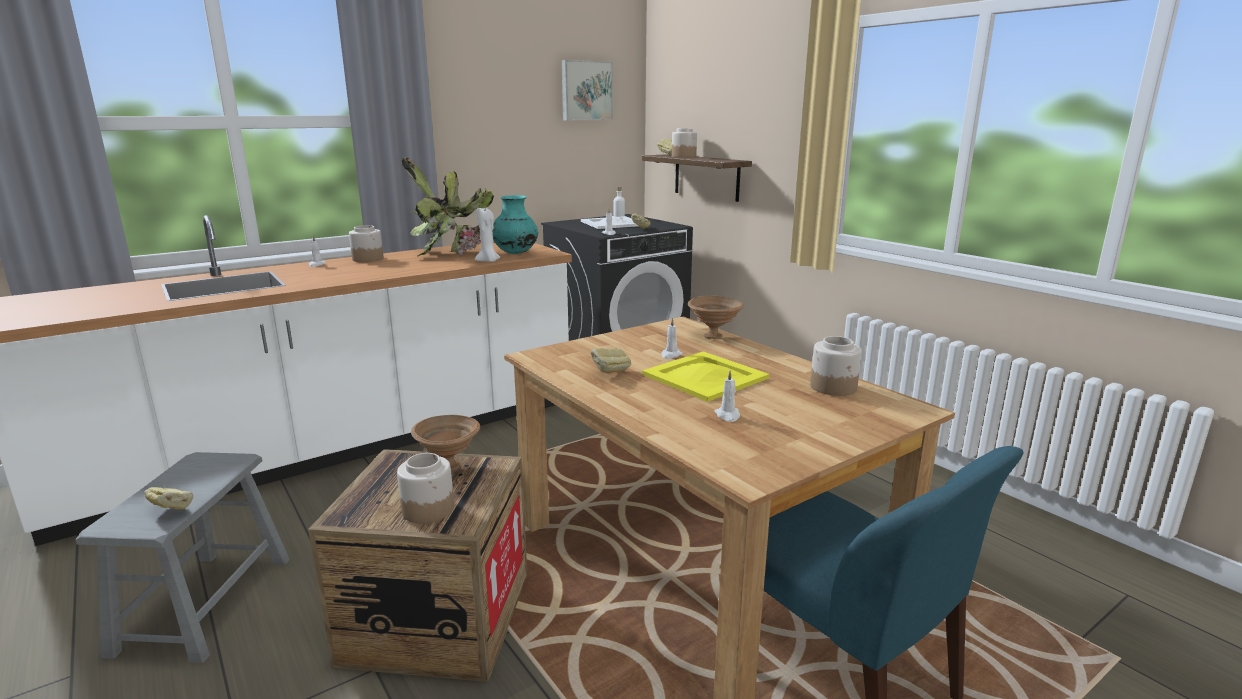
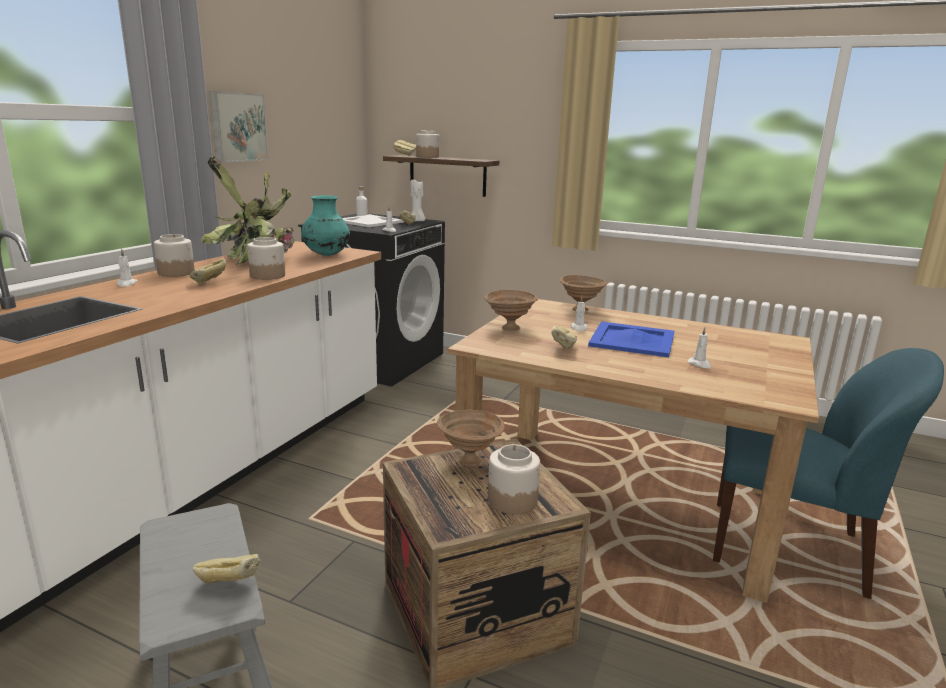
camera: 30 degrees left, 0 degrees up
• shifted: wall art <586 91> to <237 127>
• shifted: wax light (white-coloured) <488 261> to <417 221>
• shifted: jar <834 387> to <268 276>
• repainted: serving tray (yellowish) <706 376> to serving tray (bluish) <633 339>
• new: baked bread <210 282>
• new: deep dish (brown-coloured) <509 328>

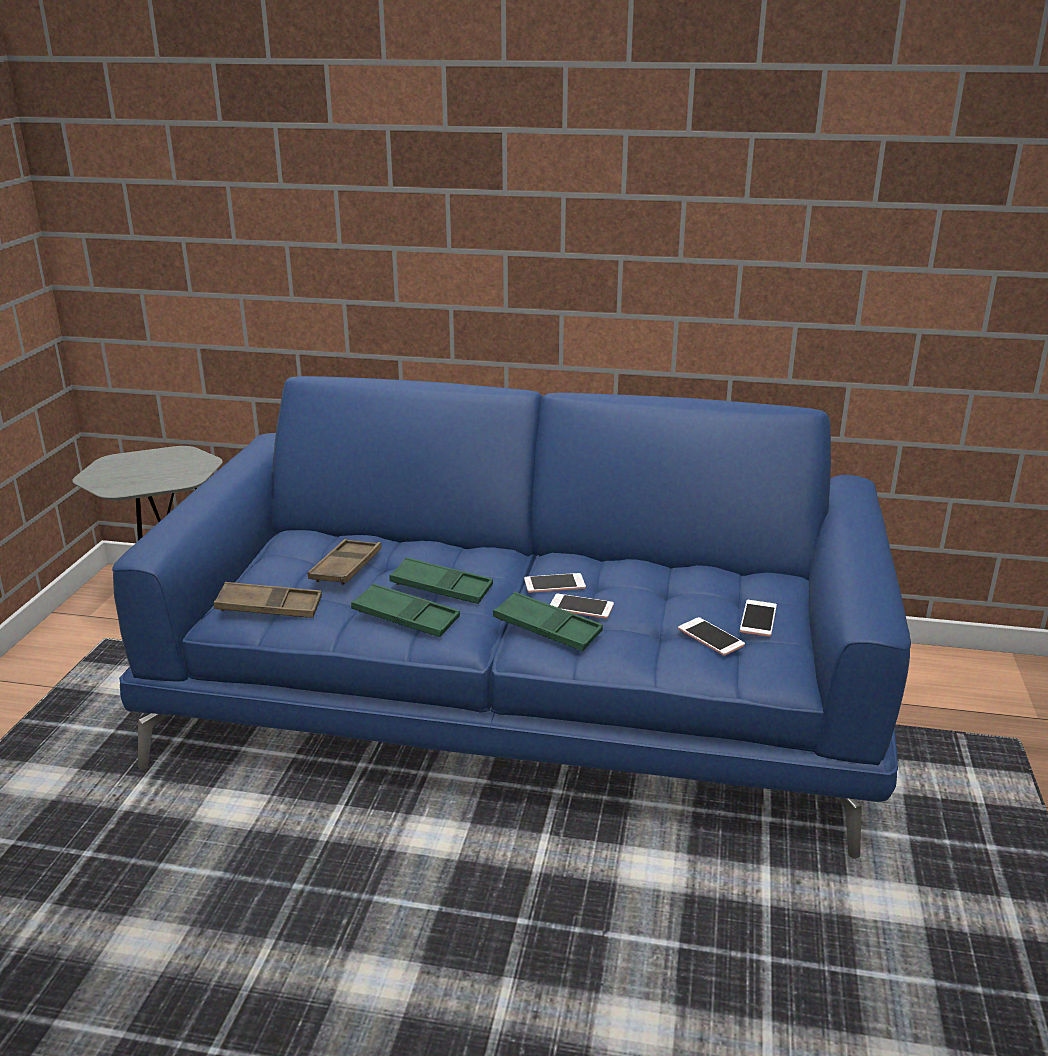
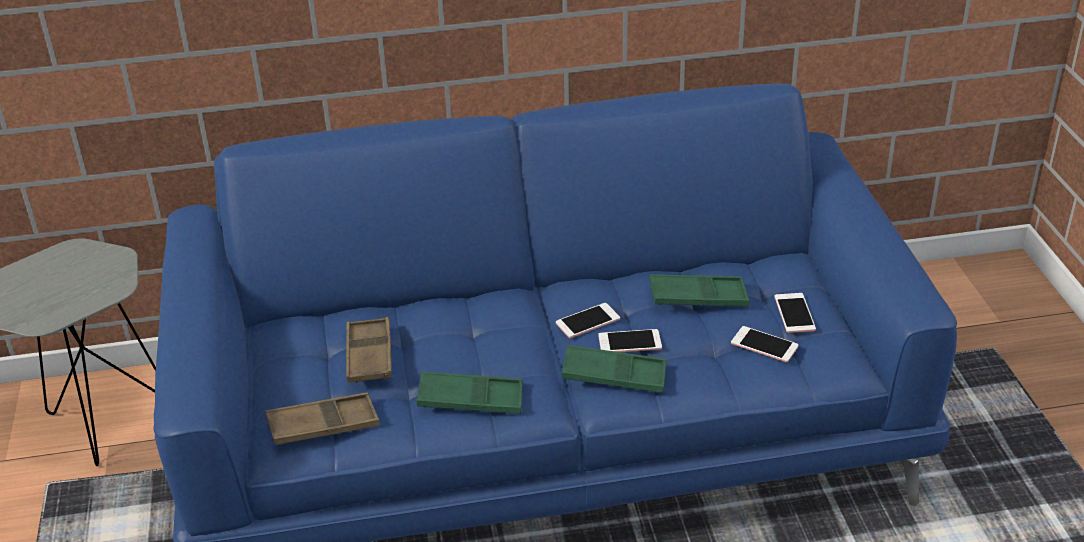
camera: 20 degrees left, 10 degrees up
• shifted: serving tray (green) <441 588> to <698 297>

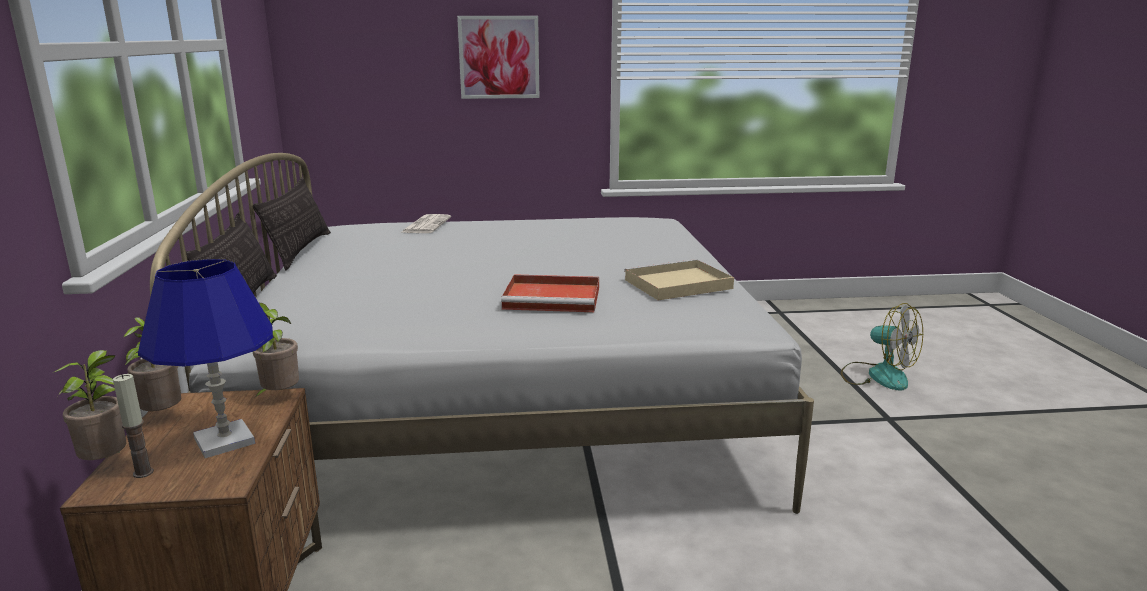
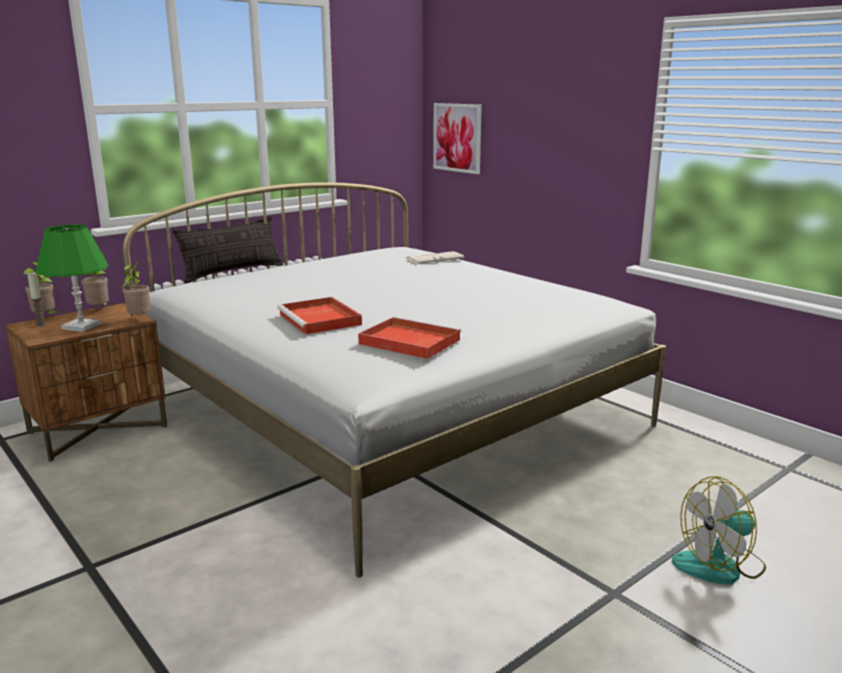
camera: 55 degrees right, 0 degrees up
• shifted: wall art <499 57> to <457 137>
• gone: throw pillow <300 250>
• repainted: lamp for a table (bluish) <225 440> to lamp for a table (green) <81 326>
• repainted: serving tray (sand-coloured) <676 284> to serving tray (reddish) <407 341>
• rotated: fan <877 375> = <719 565> 60 degrees clockwise

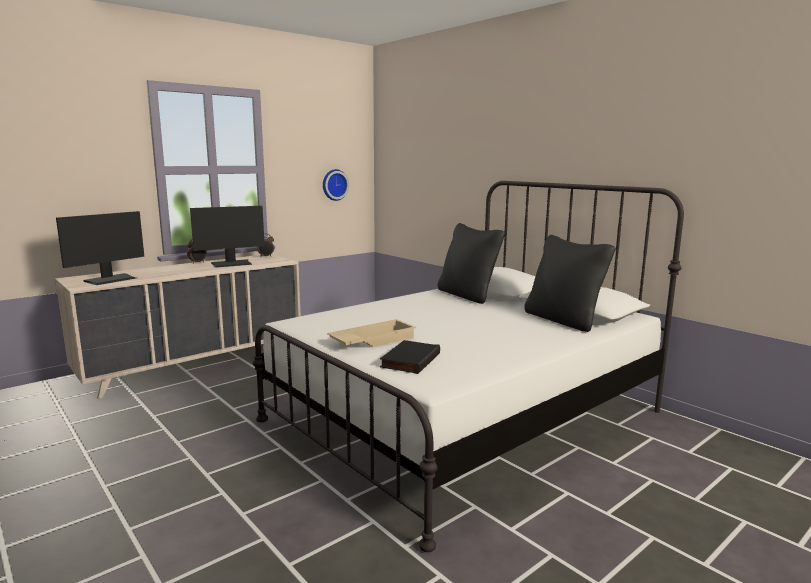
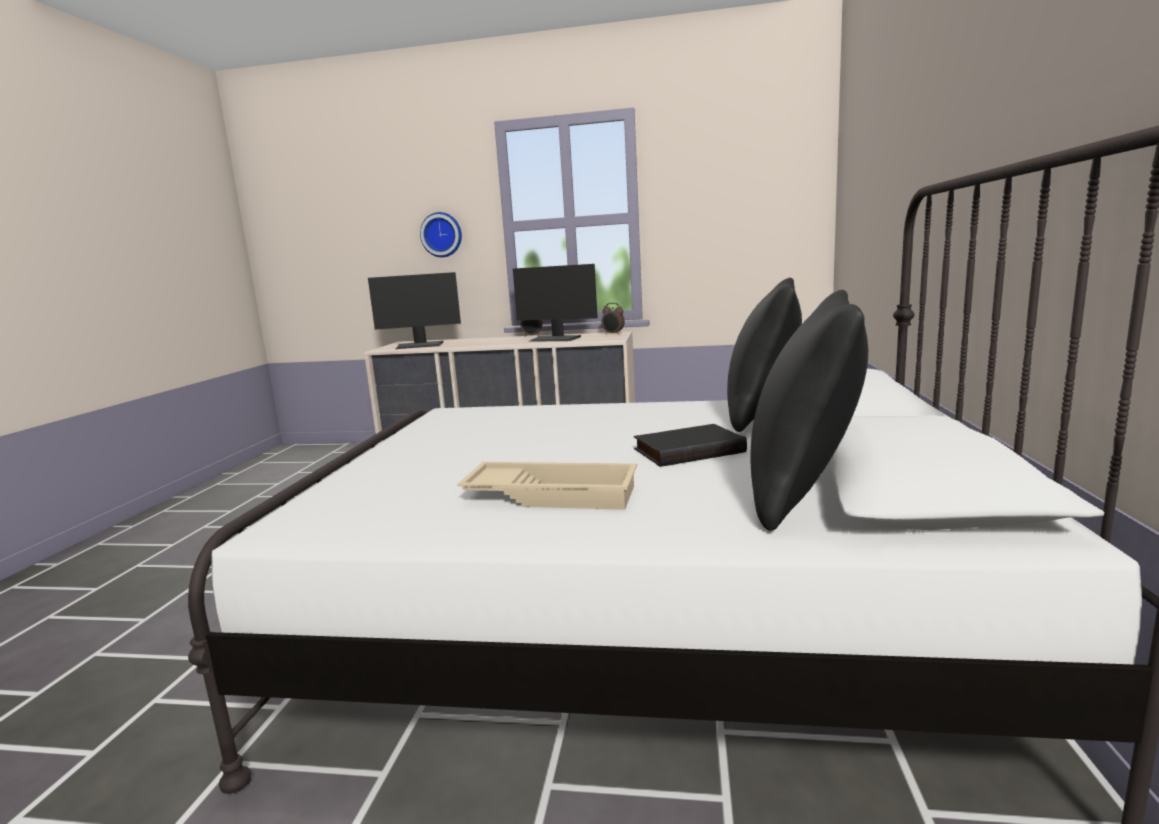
camera: 50 degrees right, 0 degrees up
• shifted: hanging clock <334 185> to <442 235>
• shifted: serving tray (sand-coloured) <372 340> to <553 494>
• shifted: book (black-coloured) <409 360> to <688 450>

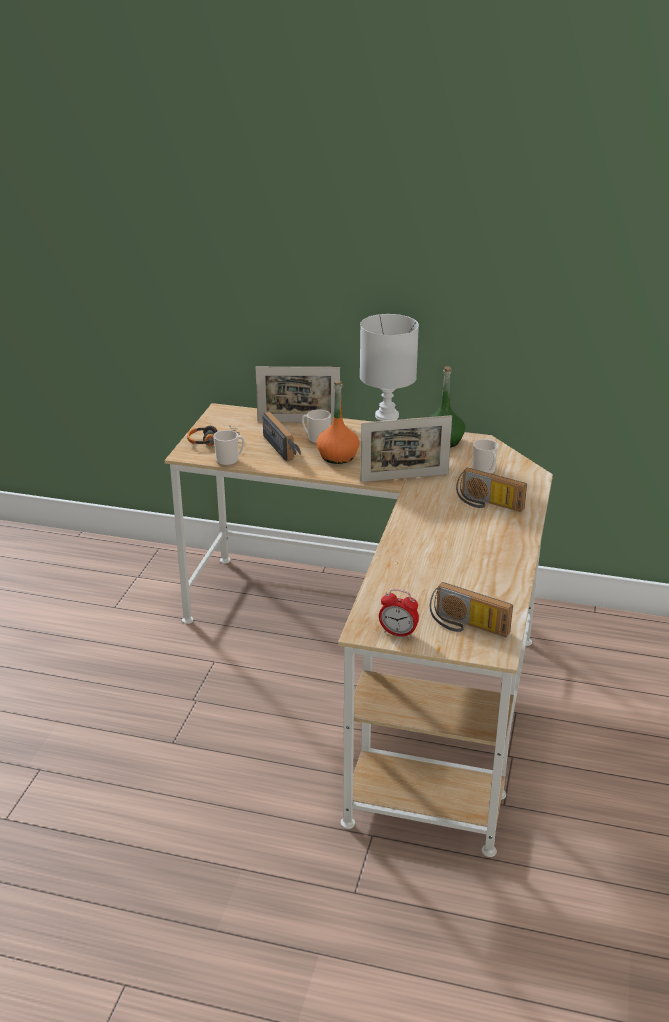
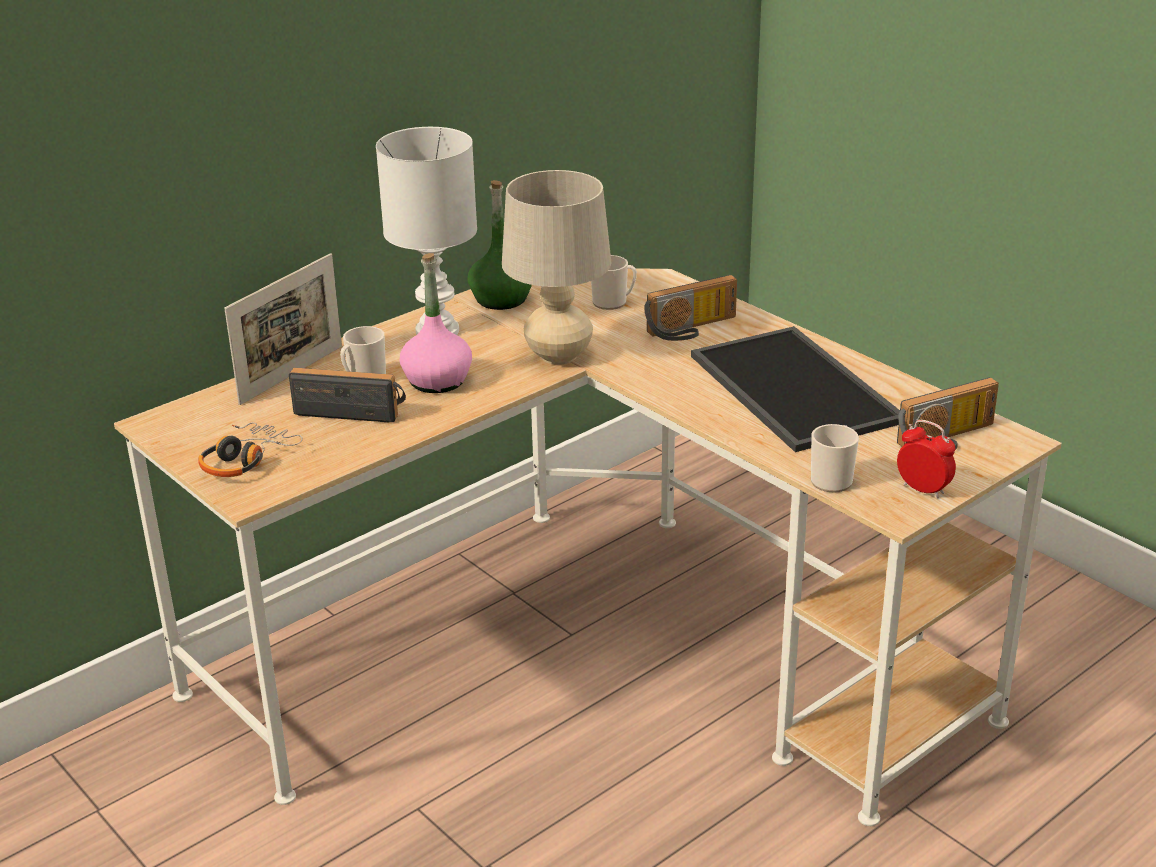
camera: 55 degrees left, 0 degrees up
• repainted: bottle (orange) <337 456> to bottle (pink-coloured) <437 381>
• swapped: standing frame <404 477> to lamp for a table (sand-coloured) <559 356>
• shifted: tea mug <230 460> to <833 479>
• rotated: alarm clock <398 633> = <923 489> 105 degrees counterclockwise
• new: serving tray <790 388>

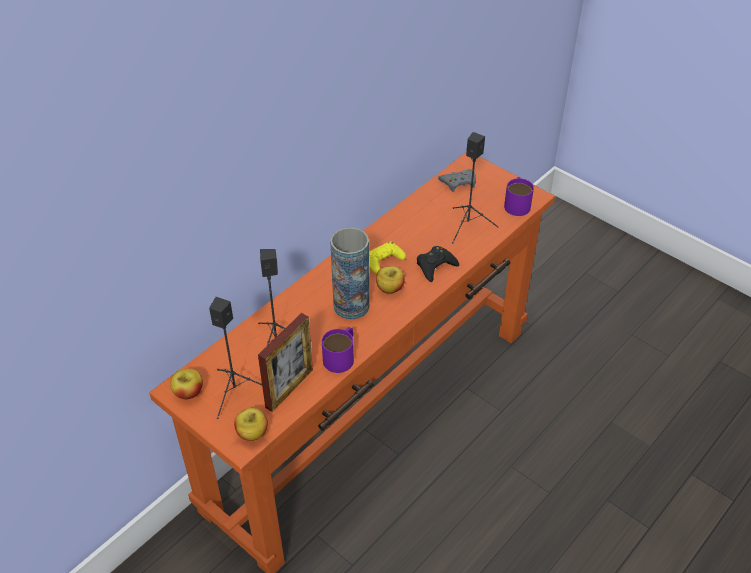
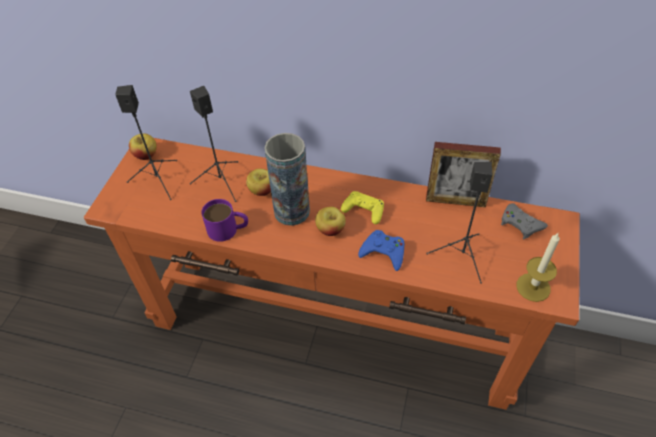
camera: 65 degrees right, 5 degrees up
• swapped: tea mug (purple-coloured) <517 203> to wax light <533 287>
• repainted: joypad (black-coloured) <435 266> to joypad (bluish) <383 252>
• shifted: standing frame <289 388> to <455 201>
• shifted: whole apple <252 433> to <262 190>

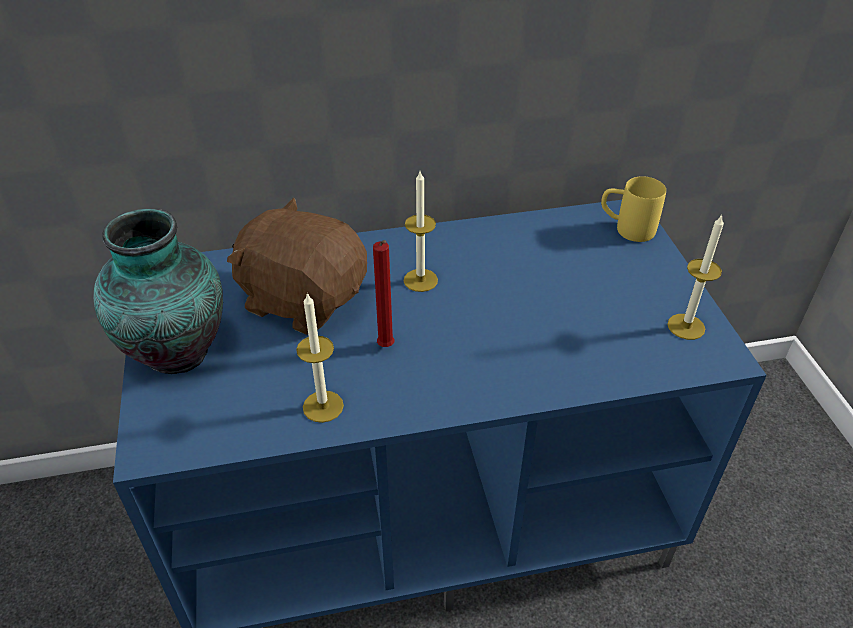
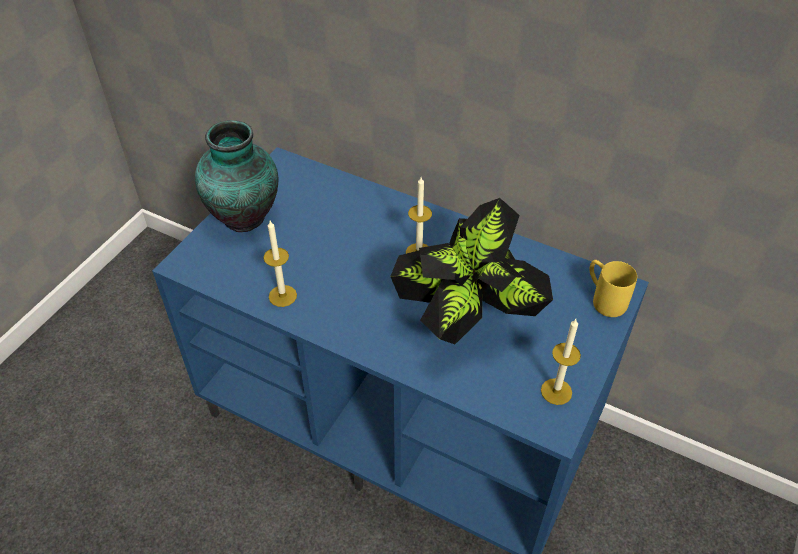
camera: 40 degrees right, 5 degrees up
• gone: soft toy (brown-coloured) <303 299>
• gone: wax light (reddish) <386 348>
• new: potted plant <468 322>

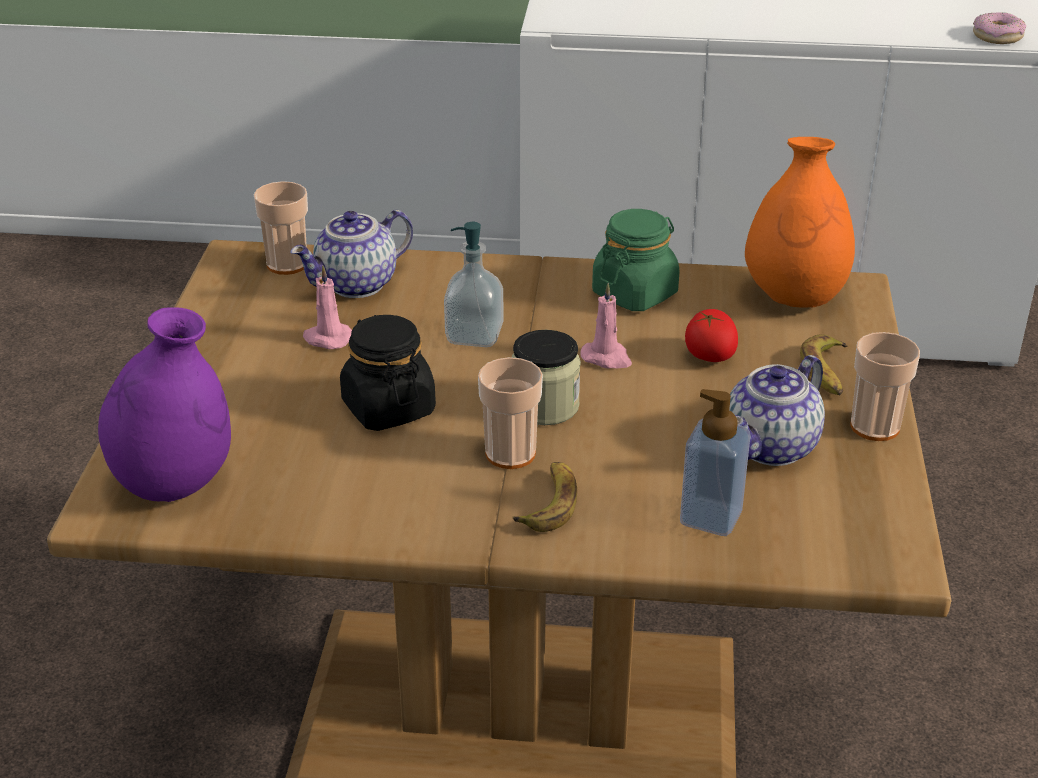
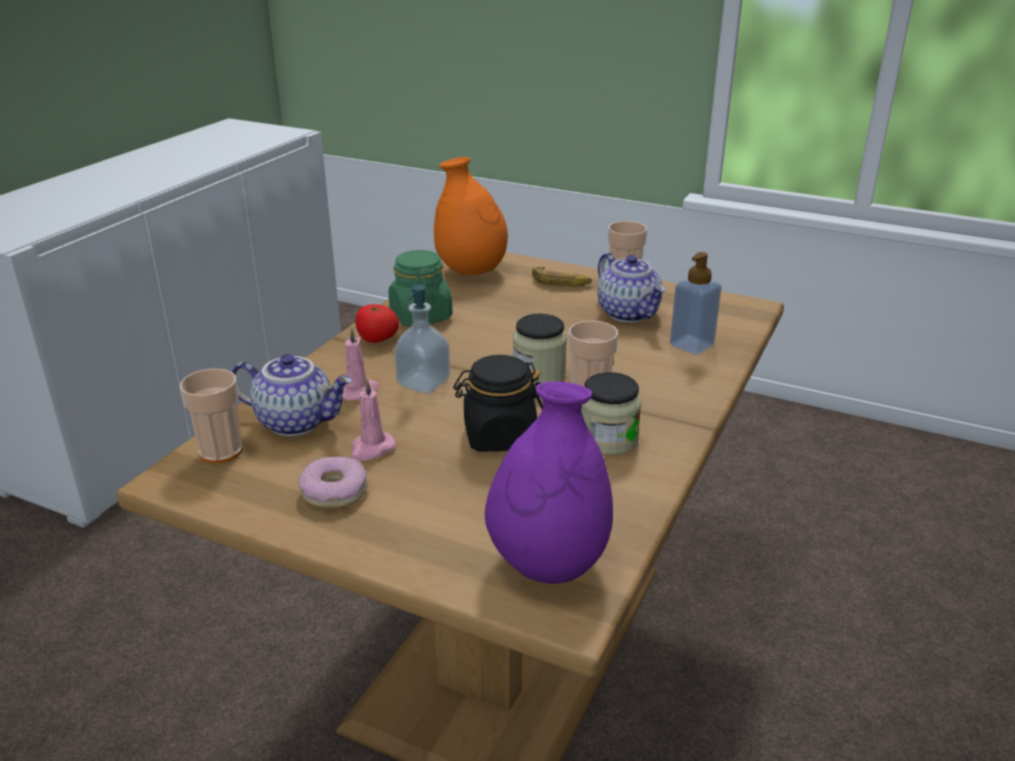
camera: 70 degrees left, 5 degrees down
• shifted: doughnut <997 36> to <335 491>
• rotated: tea pot <357 285> = <297 421> 60 degrees counterclockwise
• shifted: wax light (pink-coloured) <607 358> to <359 391>
• shifted: fresh tomato <709 356> to <377 339>
• gone: whole banana <549 503>
• new: jar <608 439>

